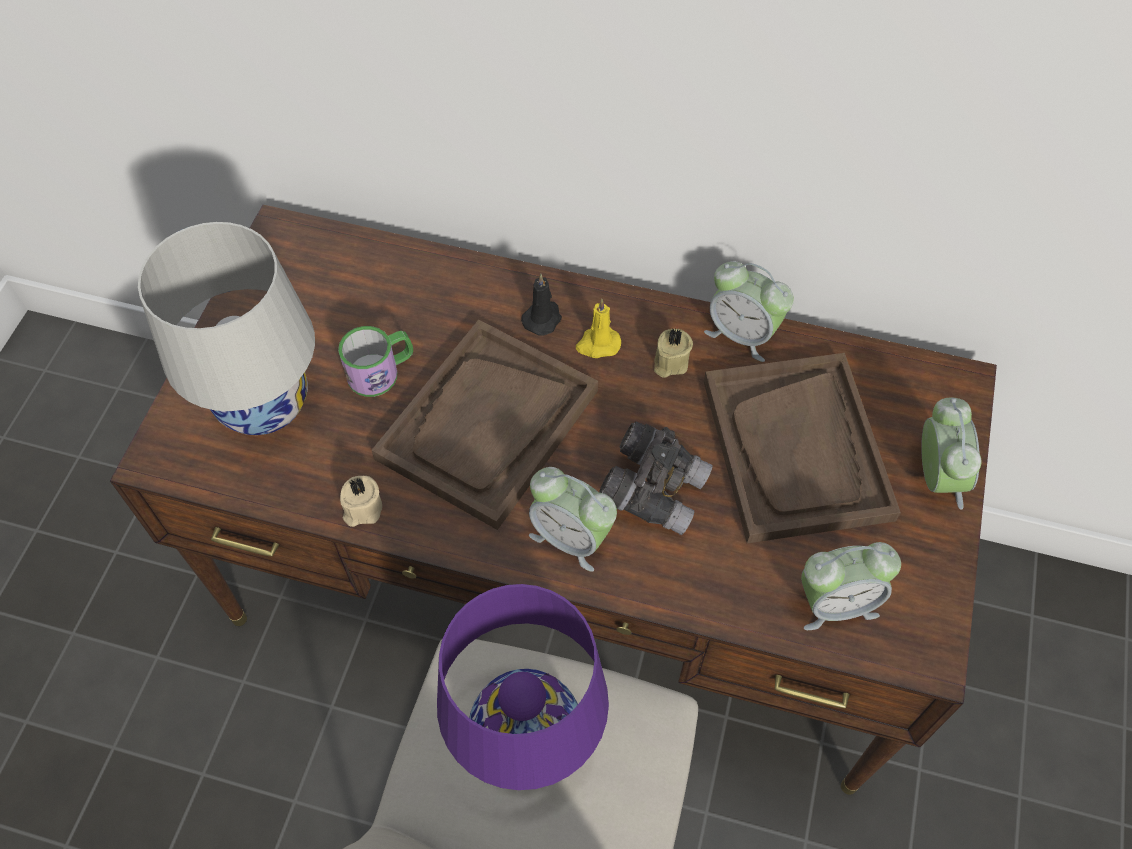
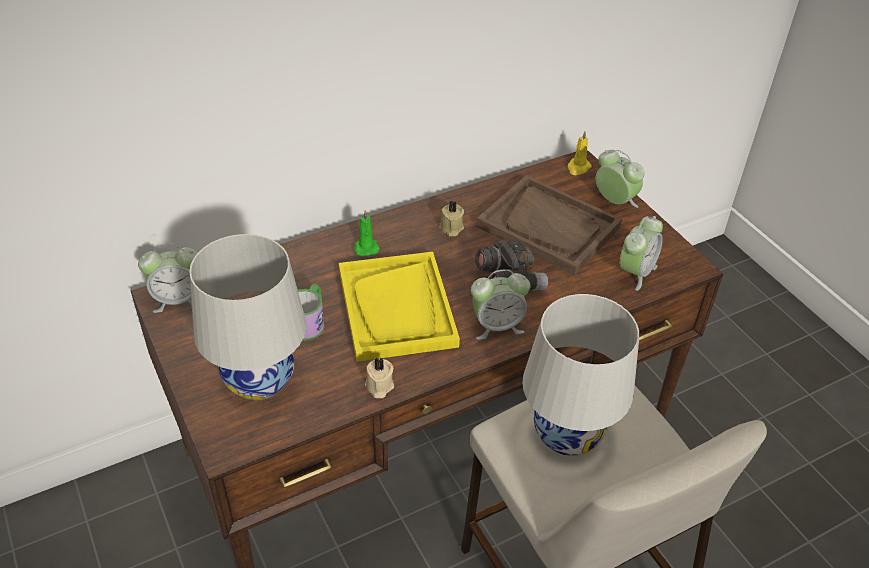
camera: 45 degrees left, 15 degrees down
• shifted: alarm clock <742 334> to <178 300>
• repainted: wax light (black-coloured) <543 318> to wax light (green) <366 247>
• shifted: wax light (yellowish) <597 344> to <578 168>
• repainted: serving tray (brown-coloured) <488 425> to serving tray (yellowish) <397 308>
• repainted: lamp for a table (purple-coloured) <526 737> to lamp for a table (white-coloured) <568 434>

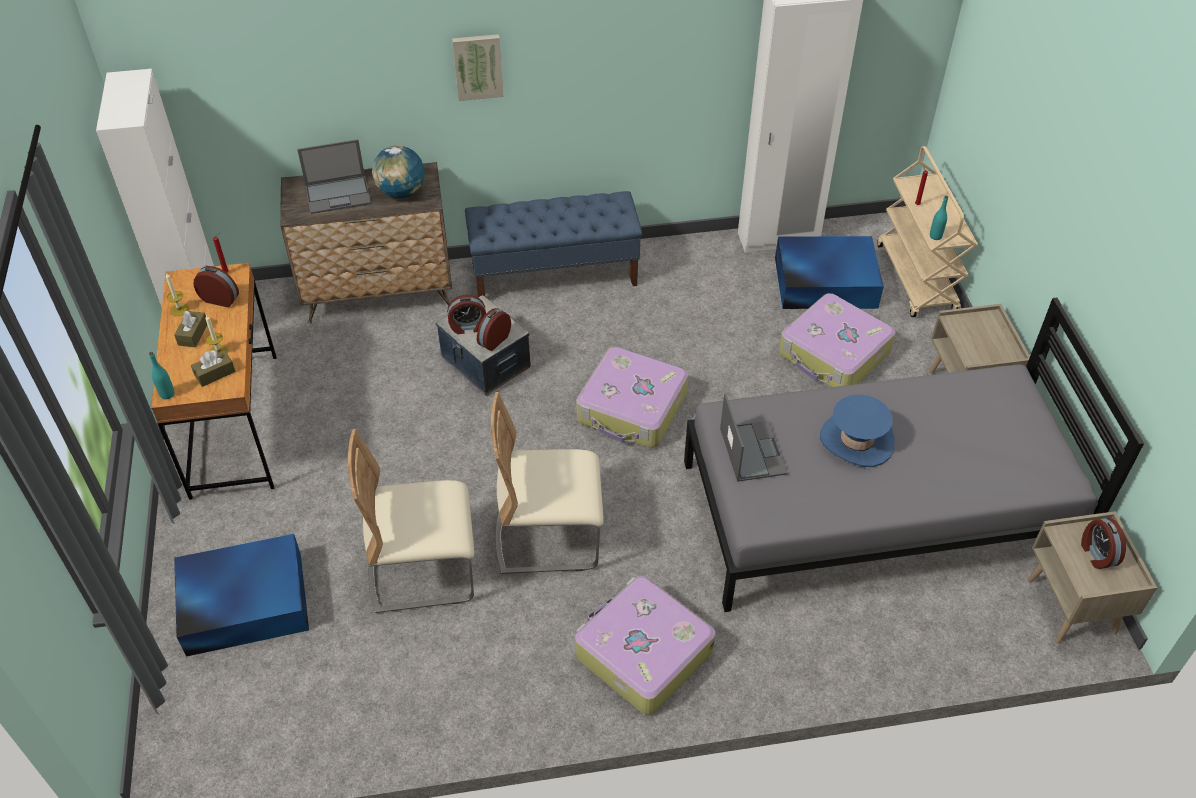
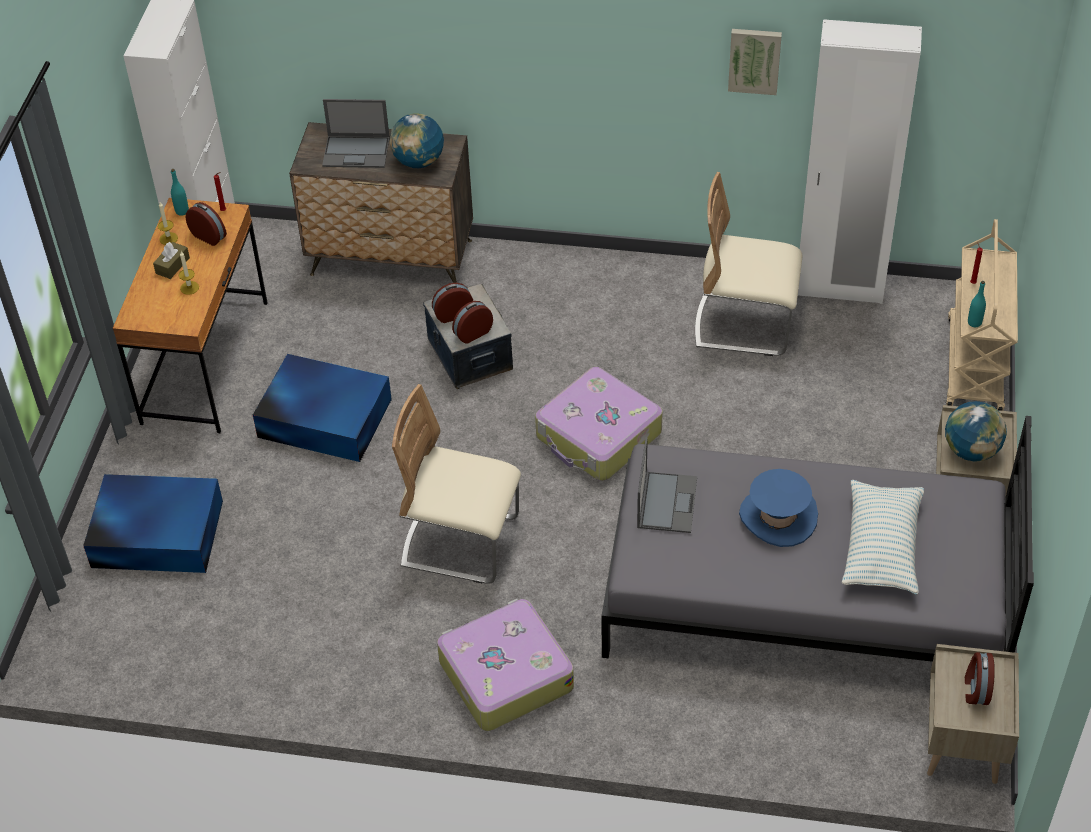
camera: 20 degrees right, 0 degrees up
• shifted: wall art <478 66> to <754 60>
• gone: indoor bench (bluish) <555 274>
• shifted: storage bin (bluish) <824 282> to <323 417>
• gone: suitcase <834 354>
• rotated: alarm clock <468 327> = <453 314> 150 degrees clockwise
• gone: tissue box (brown-coloured) <215 373>
• shifted: bottle (turquoise-coloured) <167 394> to <182 211>
• shifted: upright chair (sand-coloured) <423 570> to <745 324>
• new: globe <971 450>
• new: throw pillow <881 547>

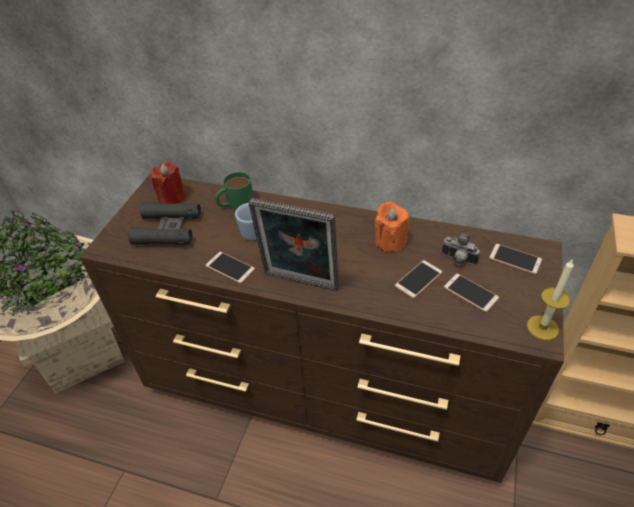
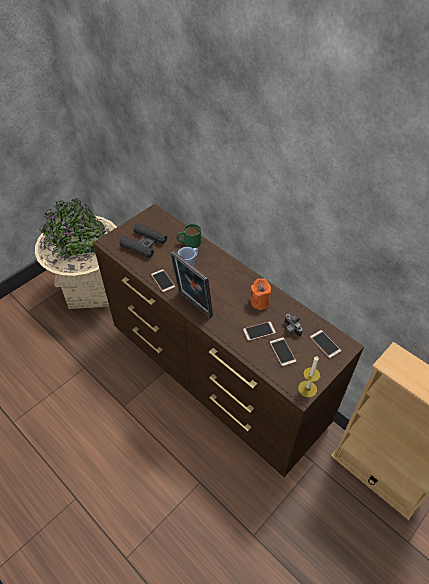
camera: 25 degrees right, 5 degrees up
• gone: wax light (reddish) <172 197>

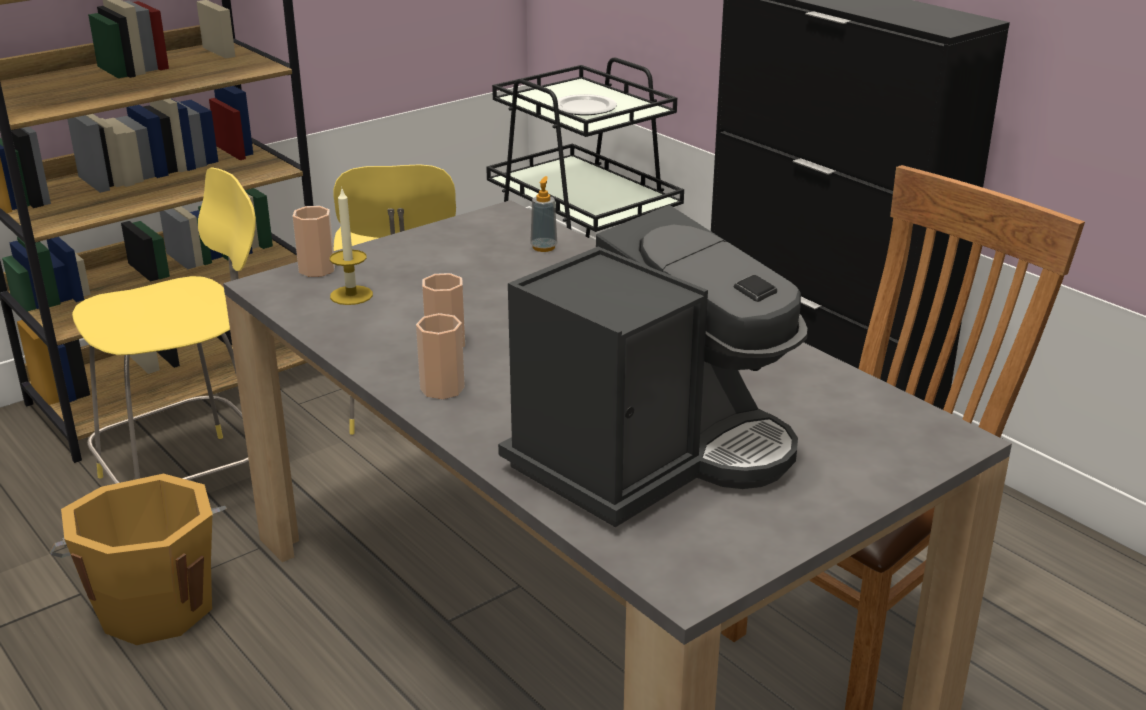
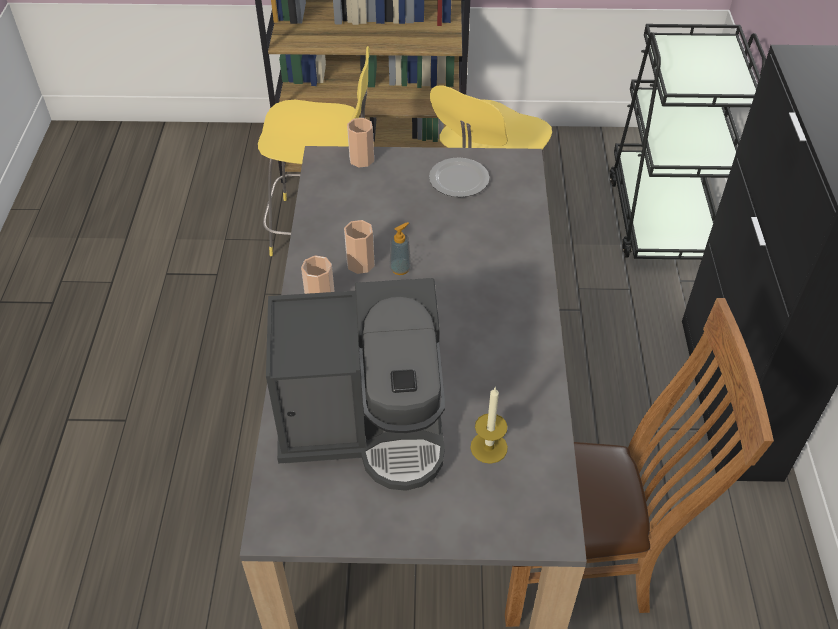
camera: 40 degrees right, 20 degrees up
• shifted: flat dish <585 108> to <459 180>
• shifted: soap dispenser <544 247> to <400 268>
• shifted: wax light <351 295> to <489 447>
• gone: water bucket (orange) <155 606>

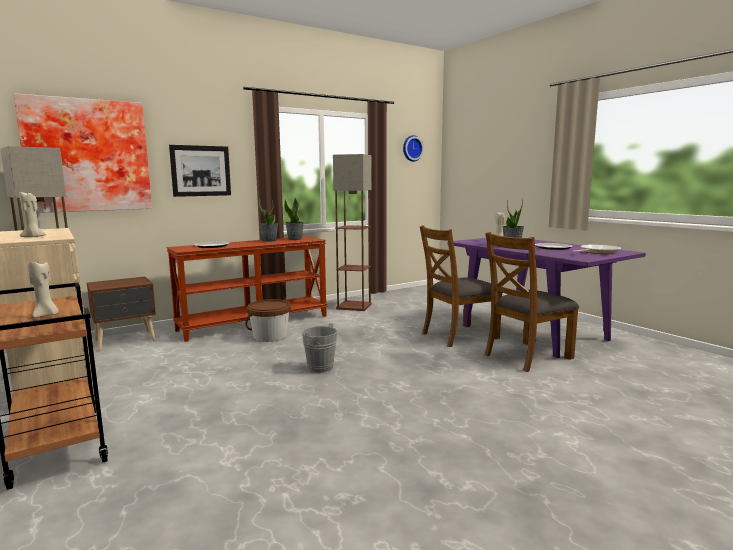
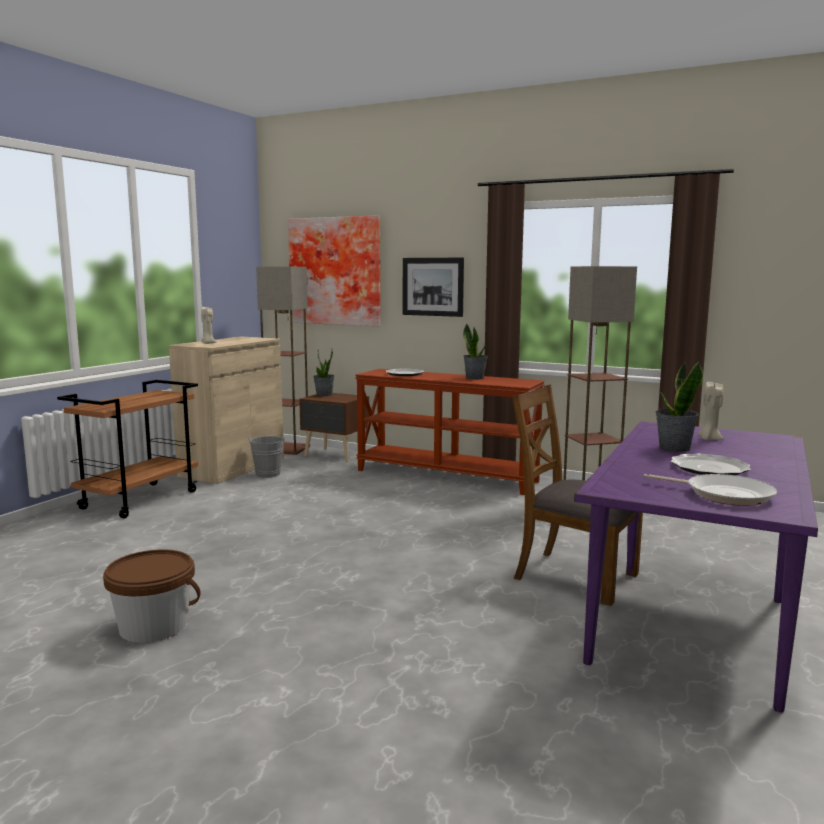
camera: 60 degrees right, 0 degrees up
• gone: hanging clock <411 148>
• shifted: potted plant <295 239> to <324 395>
• gone: upright chair (brown-coloured) <526 356>
• gone: wax light (sand-coloured) <46 315>
• shifted: water bucket (brown-coloured) <270 336> to <154 626>
• shifted: water bucket (gray) <323 368> to <267 475>

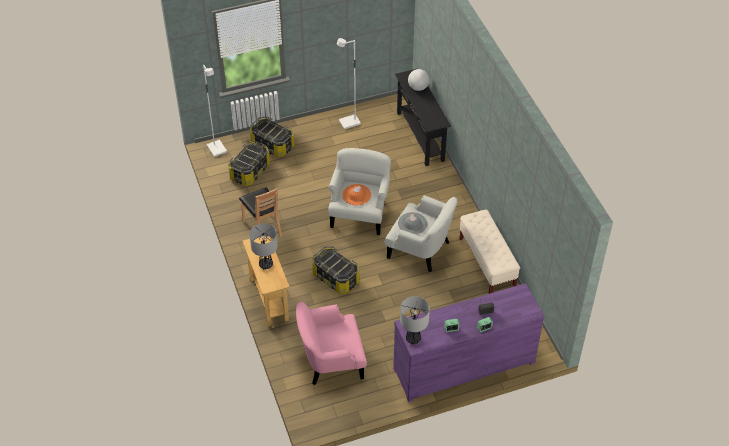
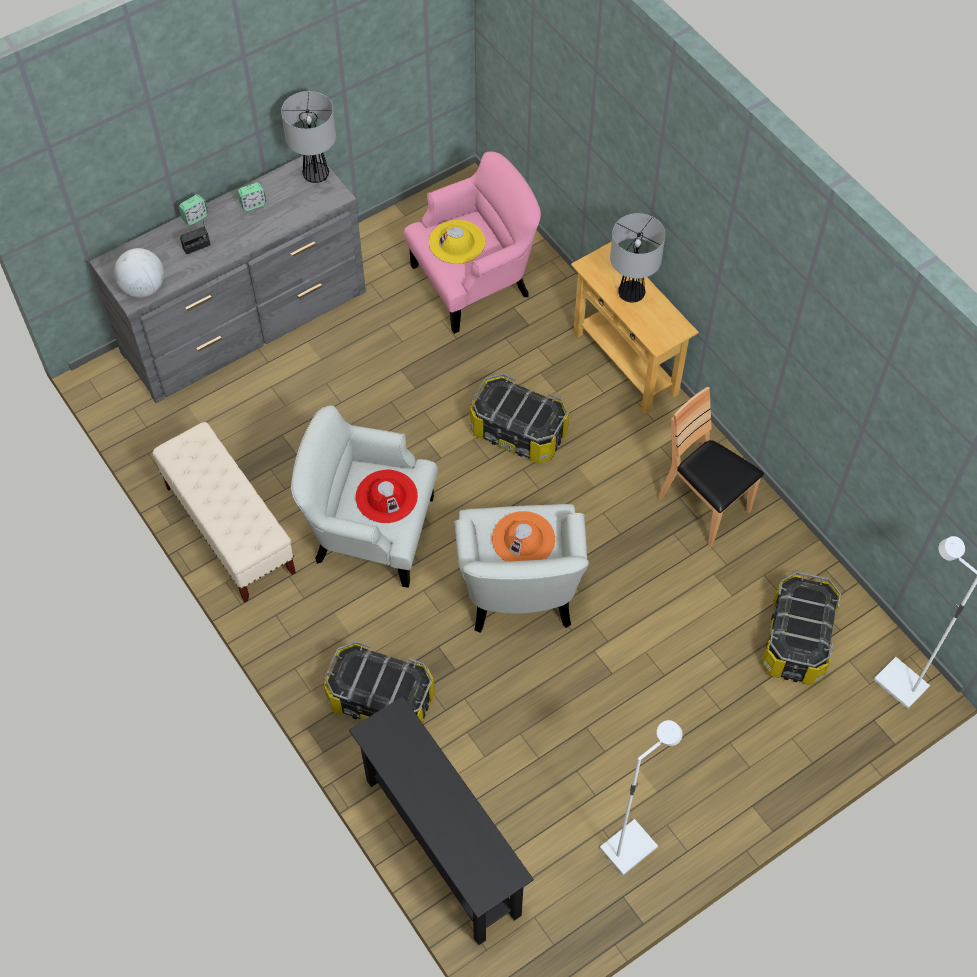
camera: 165 degrees right, 10 degrees up
• shifted: globe <418 87> to <143 288>
• shifted: storage bin <273 144> to <380 700>
• repainted: clothing hat (gray) <412 223> to clothing hat (reddish) <386 496>
• repainted: dresser (purple-coloured) <463 365> to dresser (gray) <246 322>
• new: clothing hat (yellowish) <457 242>

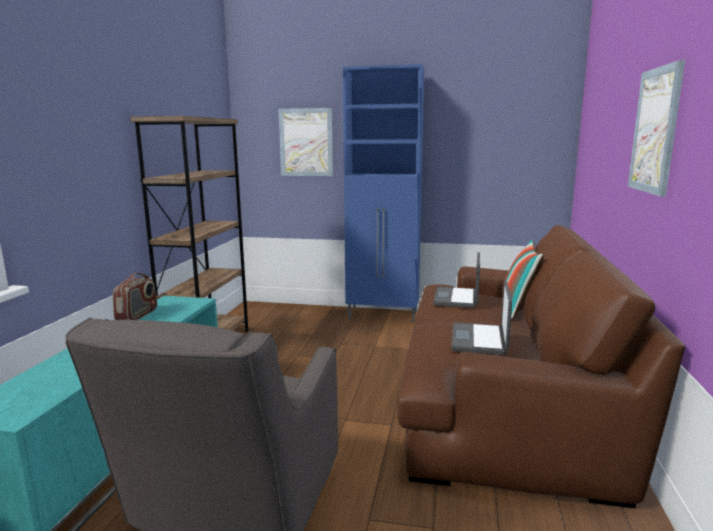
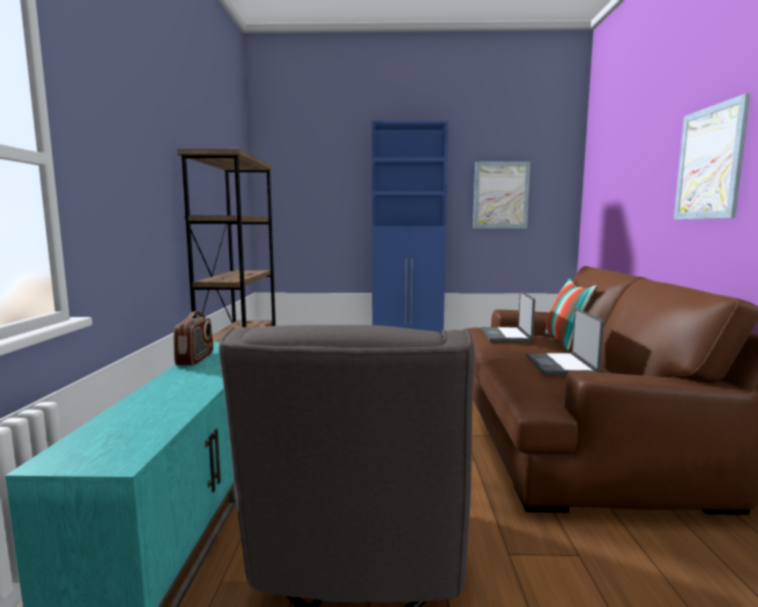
camera: 10 degrees left, 5 degrees down
• shifted: wall art <306 142> to <501 195>

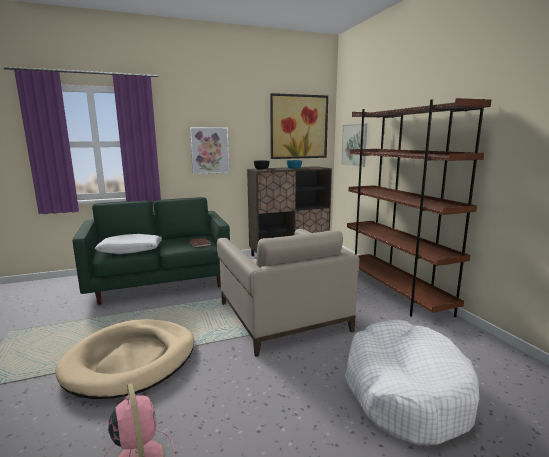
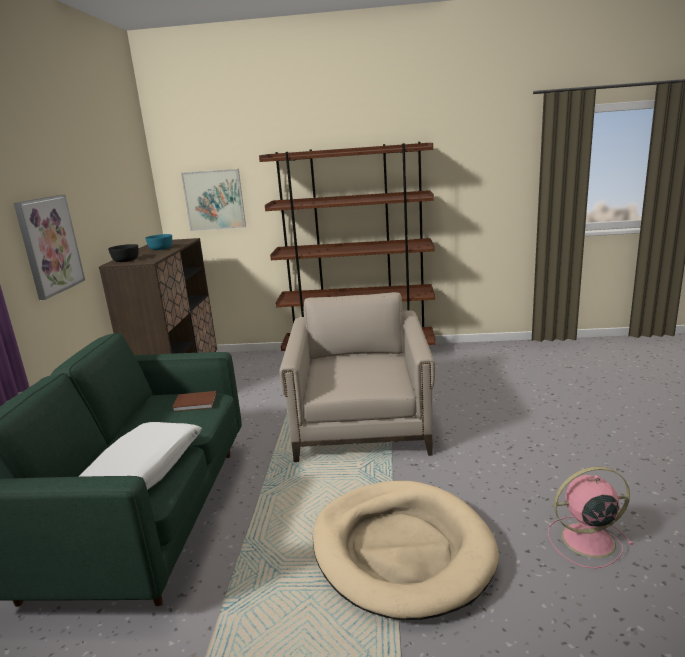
camera: 65 degrees left, 5 degrees up
• gone: wall art <298 127>
• rotated: easy chair (sand-coloured) <282 316> = <361 422> 90 degrees counterclockwise
• gone: dog cushion (white-coloured) <405 391>

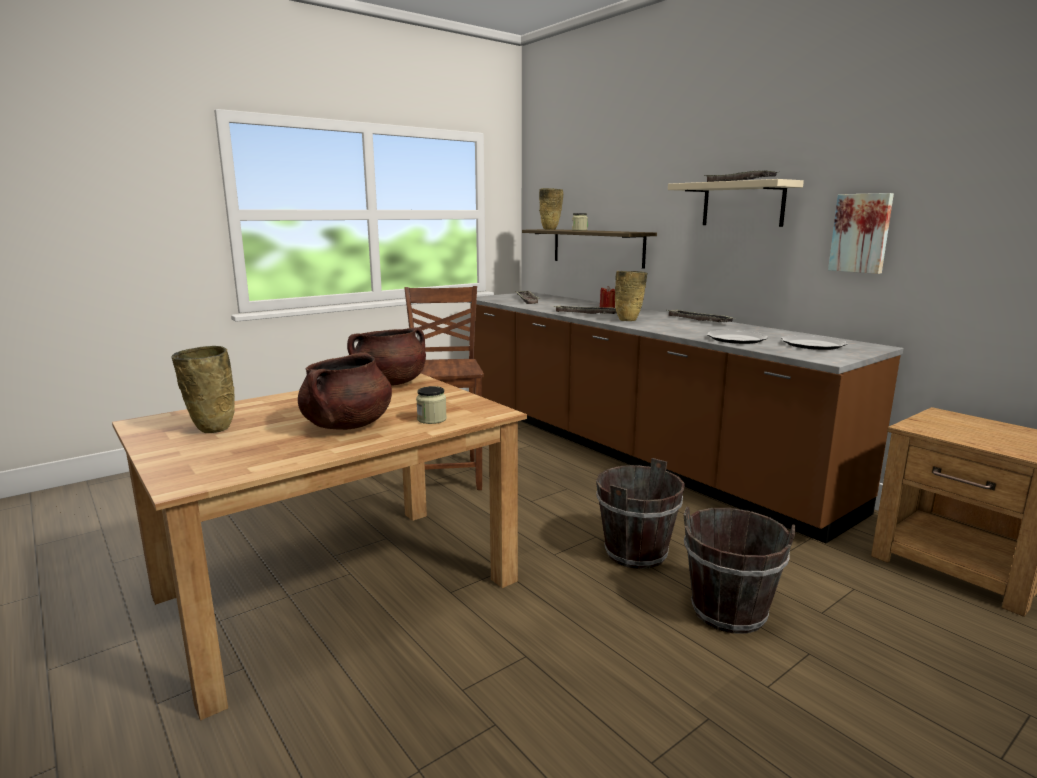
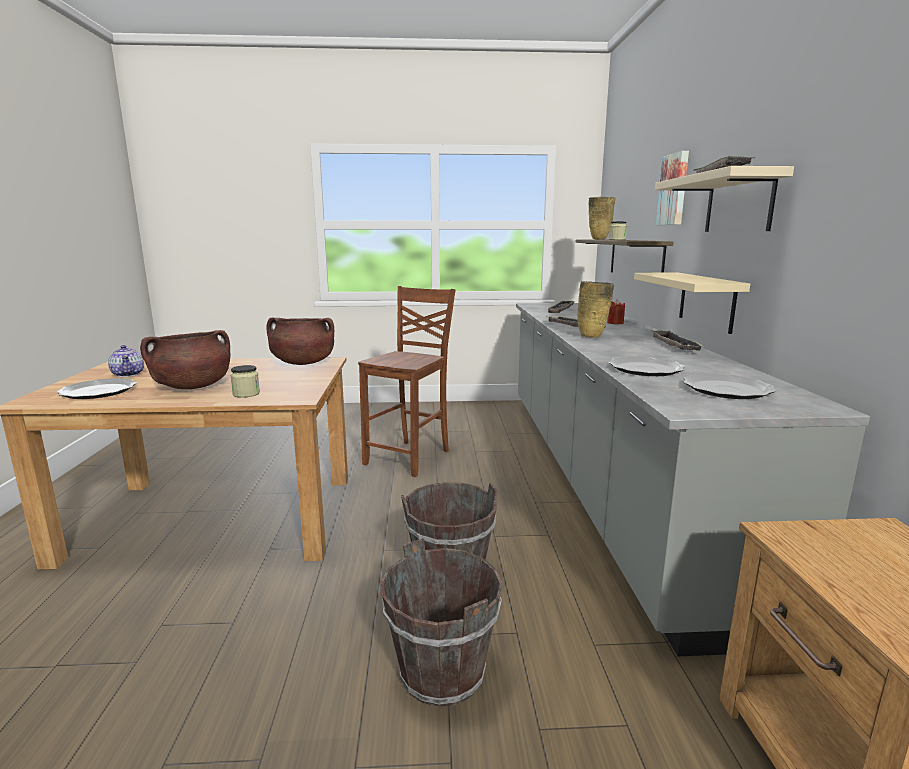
camera: 35 degrees right, 0 degrees up
• shifted: wall art <861 233> to <674 190>
• repainted: counter (brown-coloured) <628 449> to counter (gray) <602 478>
• swapped: decorative vase (sand-coloured) <211 430> to tea pot <128 374>
• new: wall shelf (sand-coloured) <706 301>
• new: flat dish <99 391>

